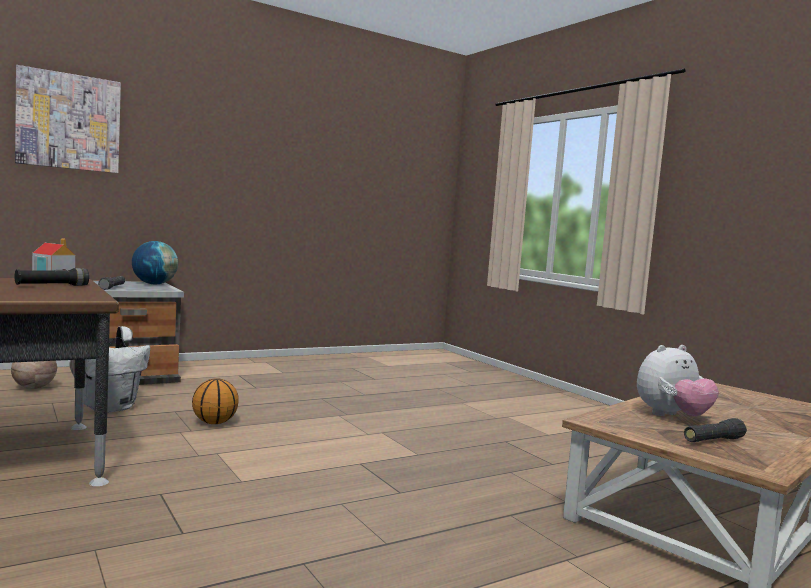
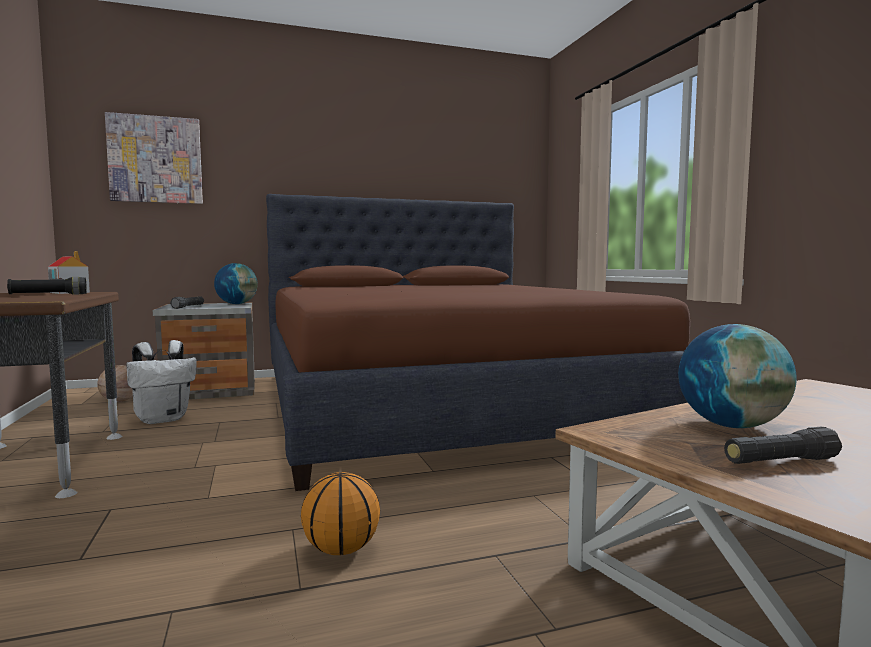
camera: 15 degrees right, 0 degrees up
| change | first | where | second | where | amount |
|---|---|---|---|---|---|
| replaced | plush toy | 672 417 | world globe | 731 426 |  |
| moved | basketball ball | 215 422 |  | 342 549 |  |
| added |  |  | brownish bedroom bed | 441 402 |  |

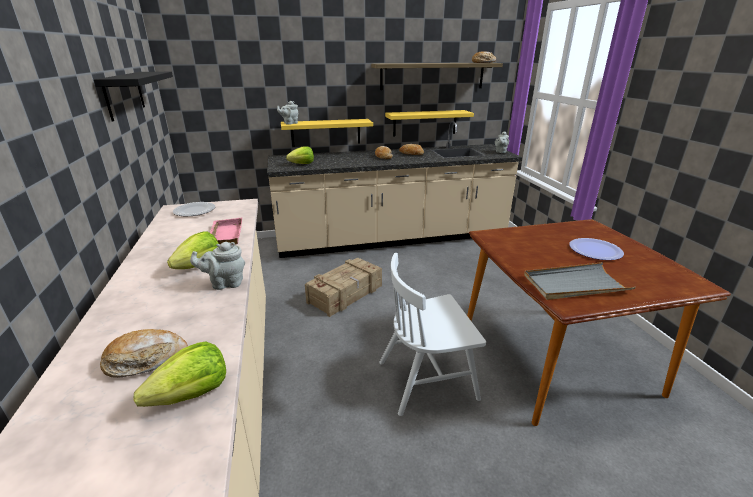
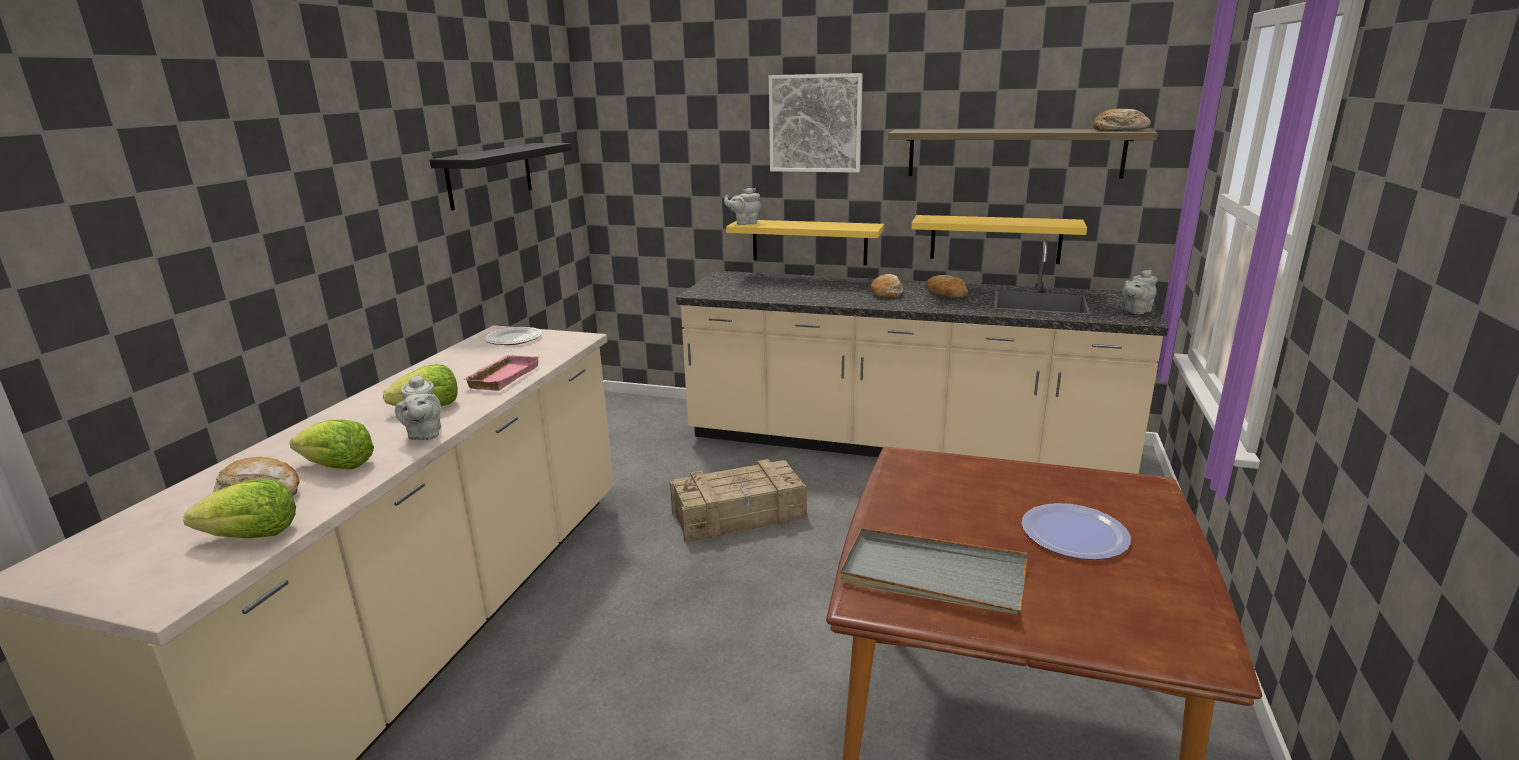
camera: 30 degrees right, 5 degrees down
| change | first | where | second | where | amount |
|---|---|---|---|---|---|
| moved | lettuce head | 302 164 |  | 338 466 |  |
| turned | greyish pot for tea | 225 283 |  | 424 434 | 120 degrees counterclockwise |
| removed | white upright chair | 427 379 |  |  |  |
| added |  |  | wall picture | 815 123 |  |

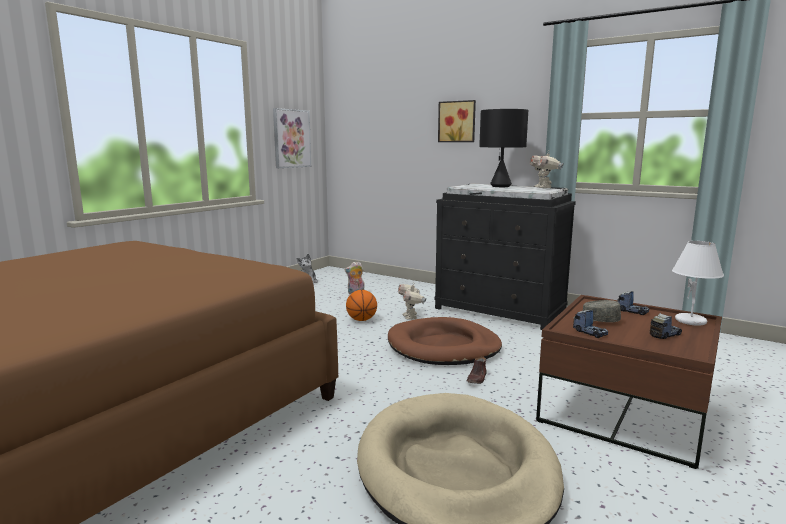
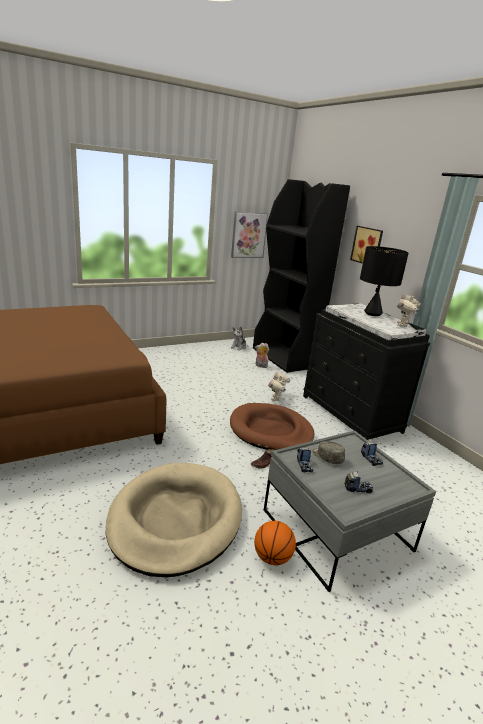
camera: 25 degrees right, 10 degrees up
| change | first | where | second | where | amount |
|---|---|---|---|---|---|
| removed | white lamp for a table | 691 321 |  |  |  |
| moved | basketball ball | 361 320 |  | 272 557 |  |
| recoloured | brownish coffee table | 625 411 | greyish coffee table | 336 530 |  |
| added |  |  | blackish bookshelf | 284 358 |  |

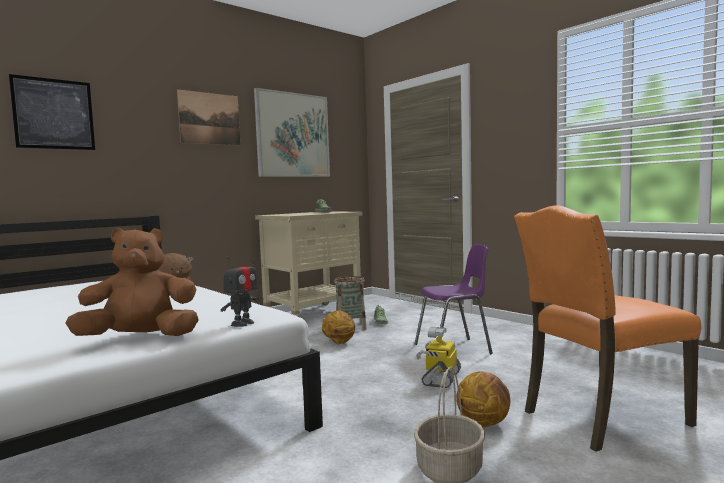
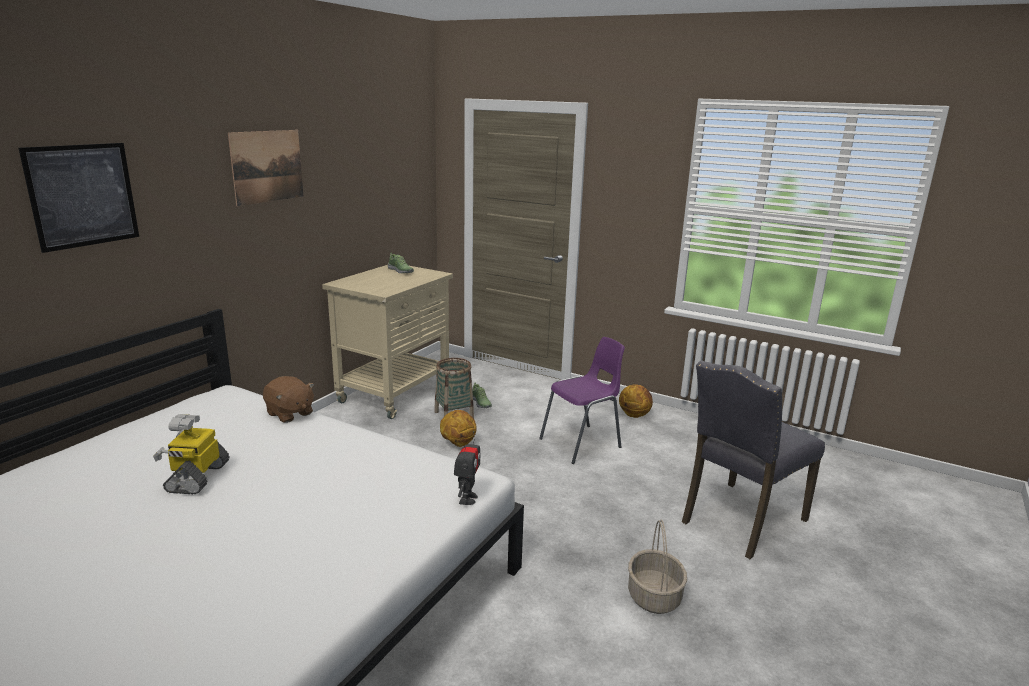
camera: 20 degrees left, 15 degrees up
| change | first | where | second | where | amount |
|---|---|---|---|---|---|
| removed | wall picture | 293 135 |  |  |  |
| recoloured | orange upright chair | 600 417 | greyish upright chair | 740 521 |  |
| removed | brownish plush toy | 141 338 |  |  |  |
| moved | model robot | 440 378 |  | 197 477 |  |
| moved | basketball ball | 484 423 |  | 634 415 |  |

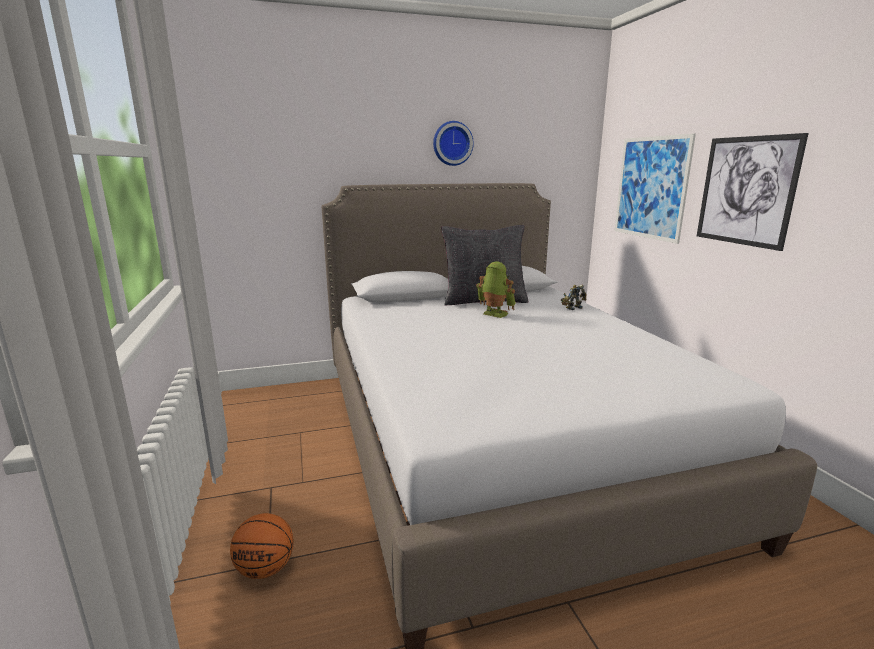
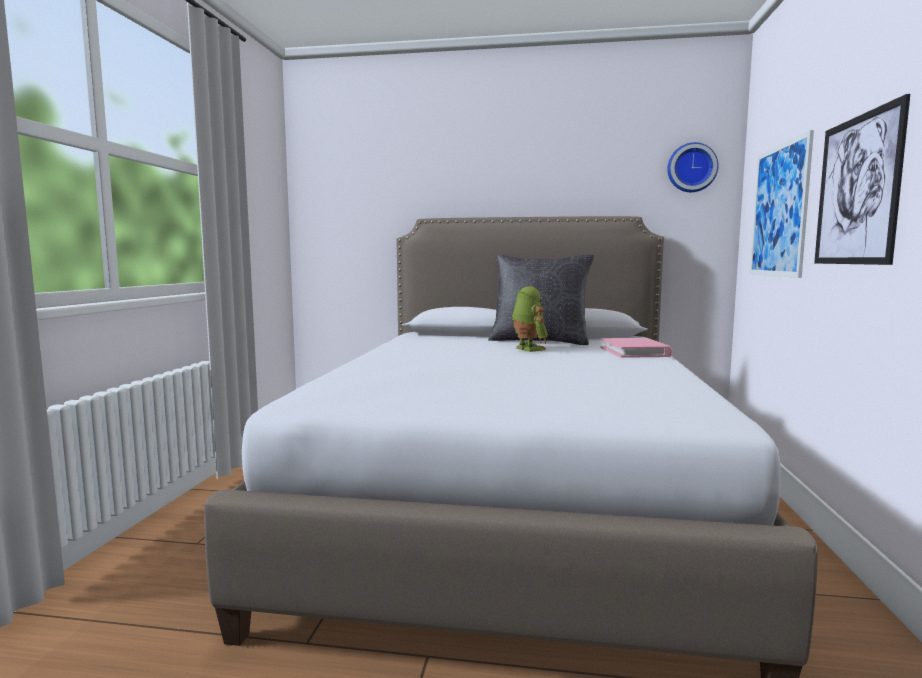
camera: 25 degrees right, 10 degrees down
| change | first | where | second | where | amount |
|---|---|---|---|---|---|
| moved | wall clock | 452 143 |  | 691 168 |  |
| replaced | model robot | 572 307 | pink volume | 634 352 |  |
| removed | basketball ball | 265 568 |  |  |  |

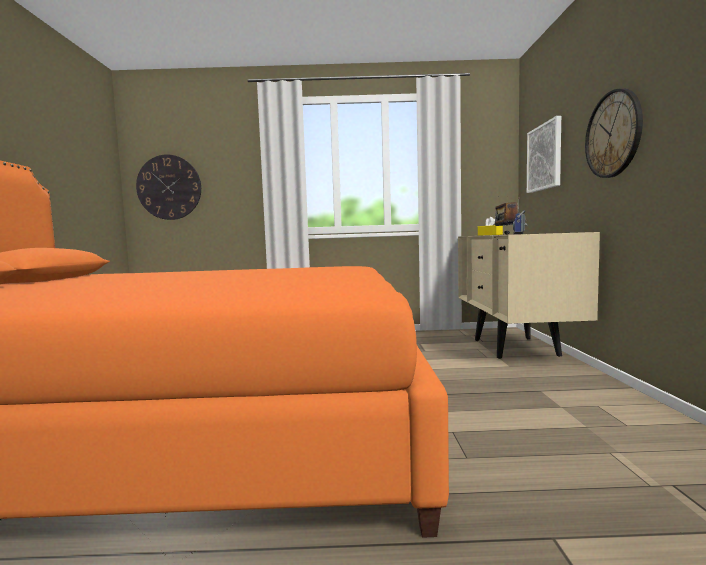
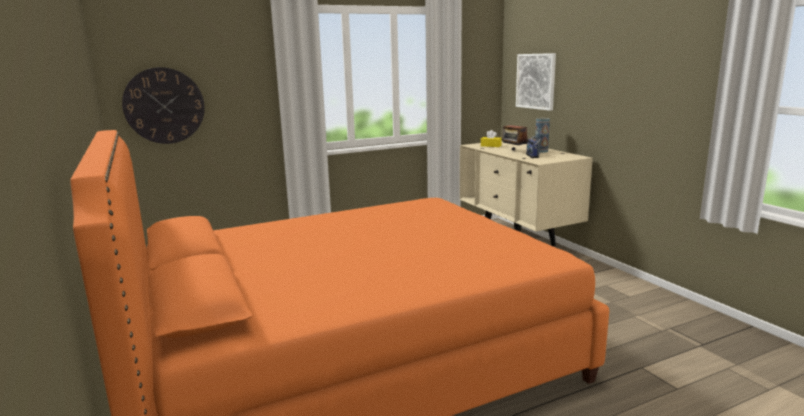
camera: 25 degrees left, 10 degrees up
| change | first | where | second | where | amount |
|---|---|---|---|---|---|
| removed | wall clock | 613 134 |  |  |  |
| added |  |  | vase | 541 151 |  |

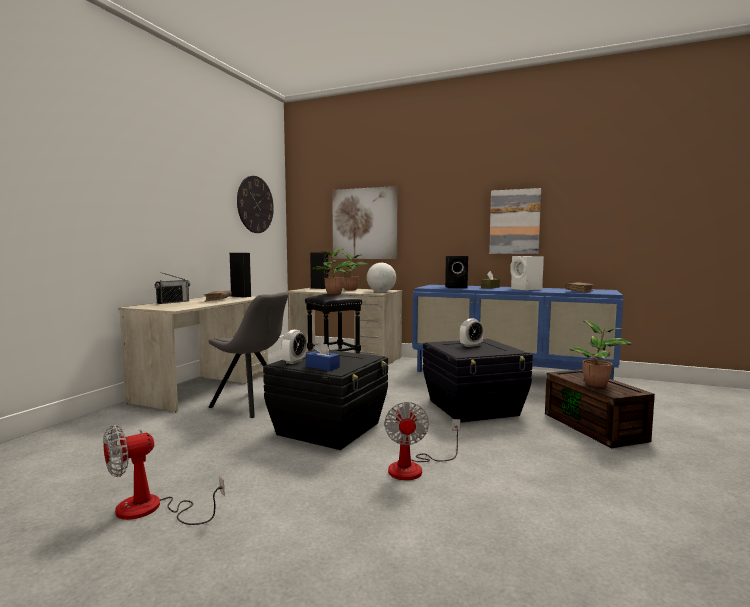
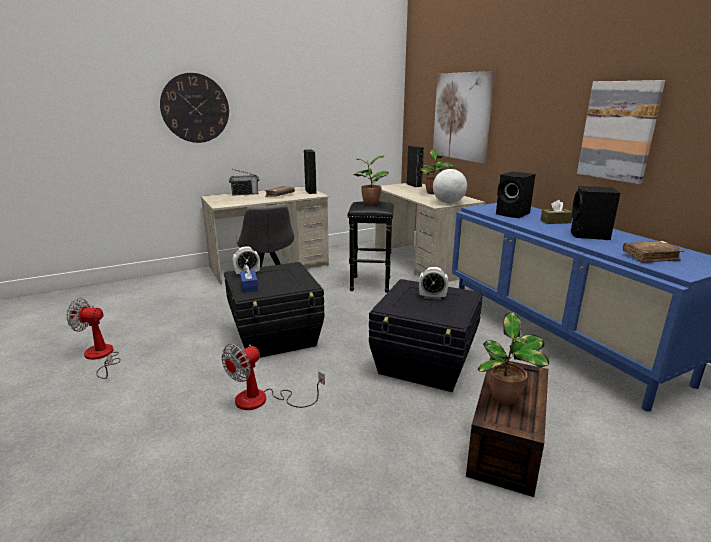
camera: 40 degrees right, 15 degrees up
| change | first | where | second | where | amount |
|---|---|---|---|---|---|
| moved | wall clock | 255 204 |  | 195 108 |  |
| recoloured | white loudspeaker | 526 289 | blackish loudspeaker | 589 235 |  |

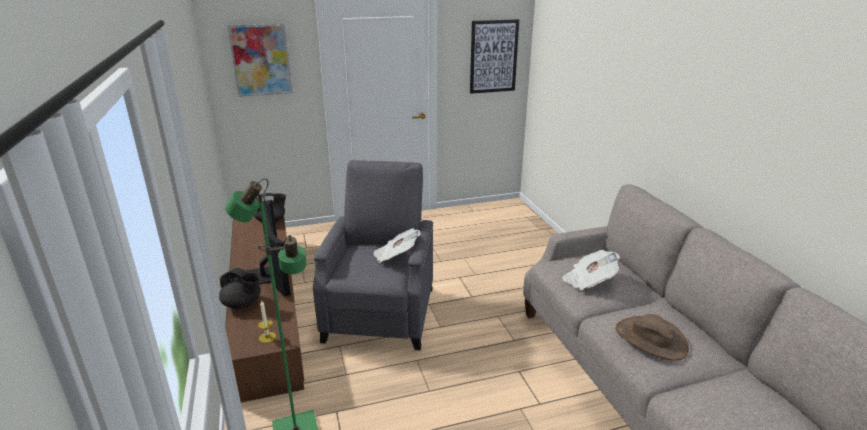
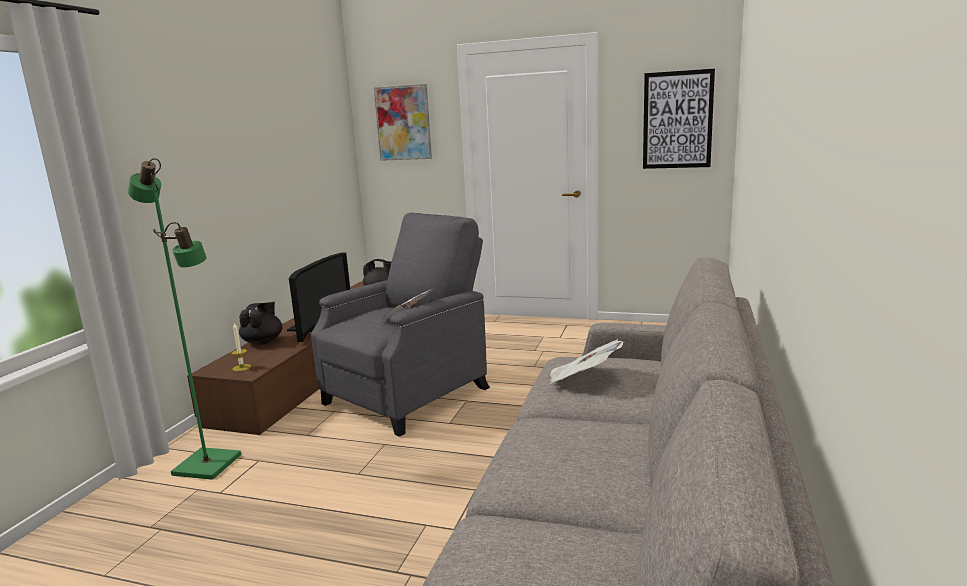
camera: 35 degrees right, 10 degrees down
| change | first | where | second | where | amount |
|---|---|---|---|---|---|
| turned | blackish pot for tea | 242 304 |  | 263 341 | 135 degrees counterclockwise |
| removed | brownish wearable hat | 650 339 |  |  |  |

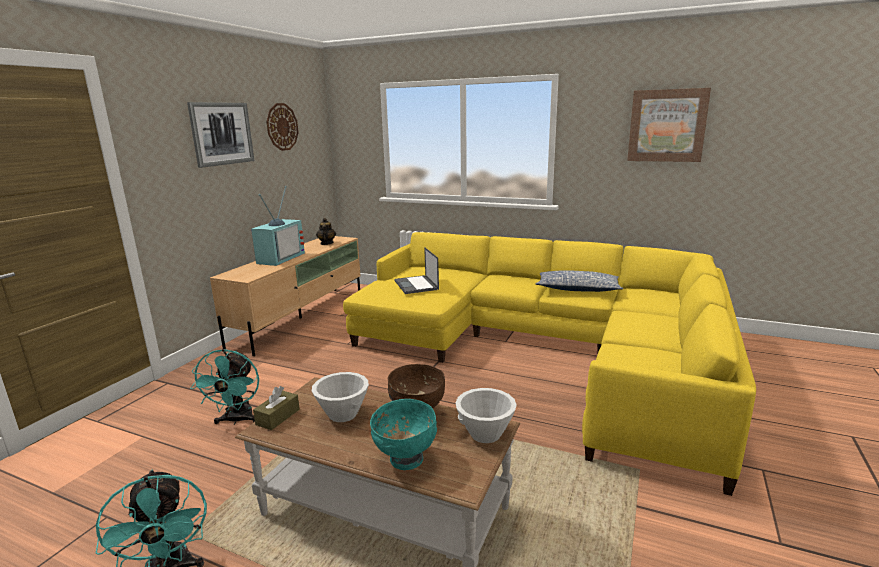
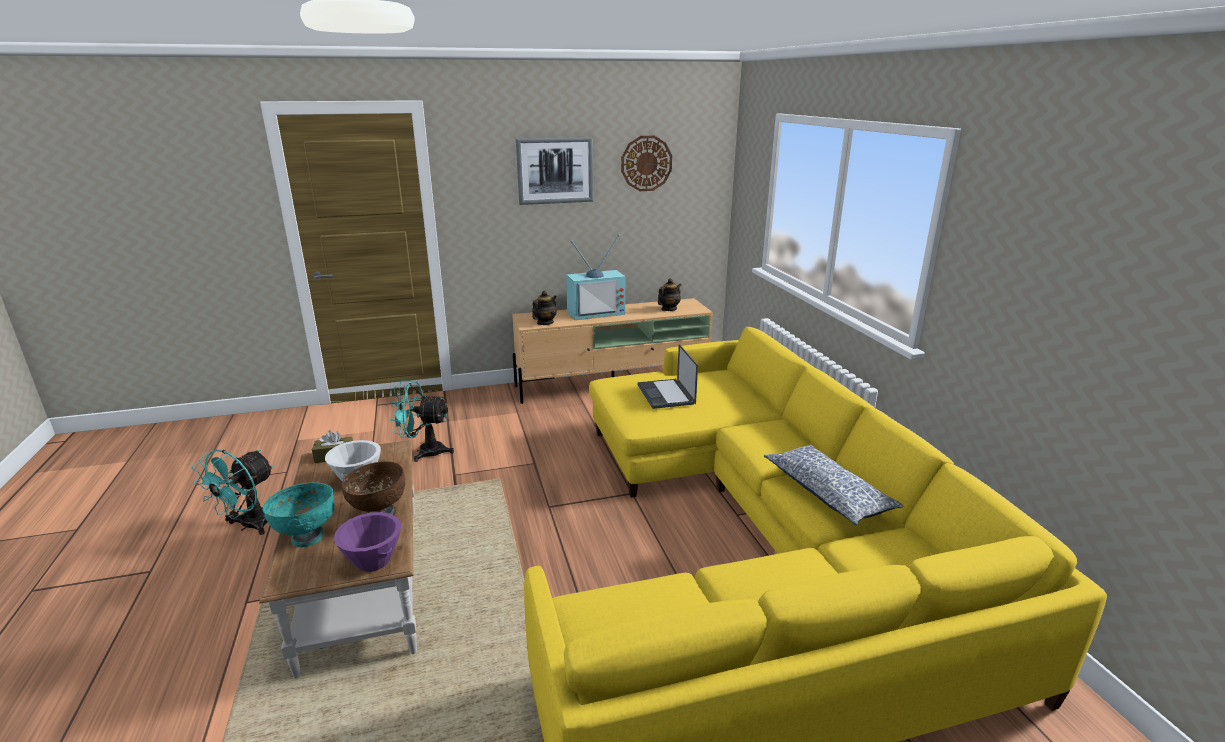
camera: 50 degrees right, 5 degrees up
| change | first | where | second | where | amount |
|---|---|---|---|---|---|
| removed | wall picture | 667 125 |  |  |  |
| turned | notebook computer | 416 285 |  | 666 394 | 45 degrees counterclockwise |
| turned | turquoise electric fan | 237 420 |  | 424 451 | 45 degrees clockwise |
| recoloured | white serving bowl | 485 434 | purple serving bowl | 373 561 |  |
| added |  |  | pot for tea | 545 323 |  |

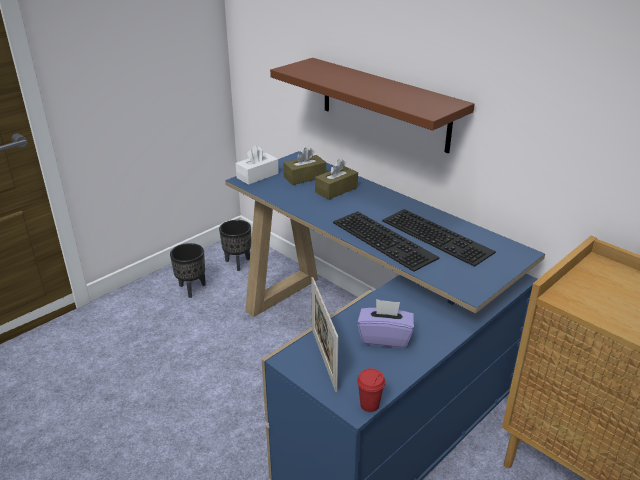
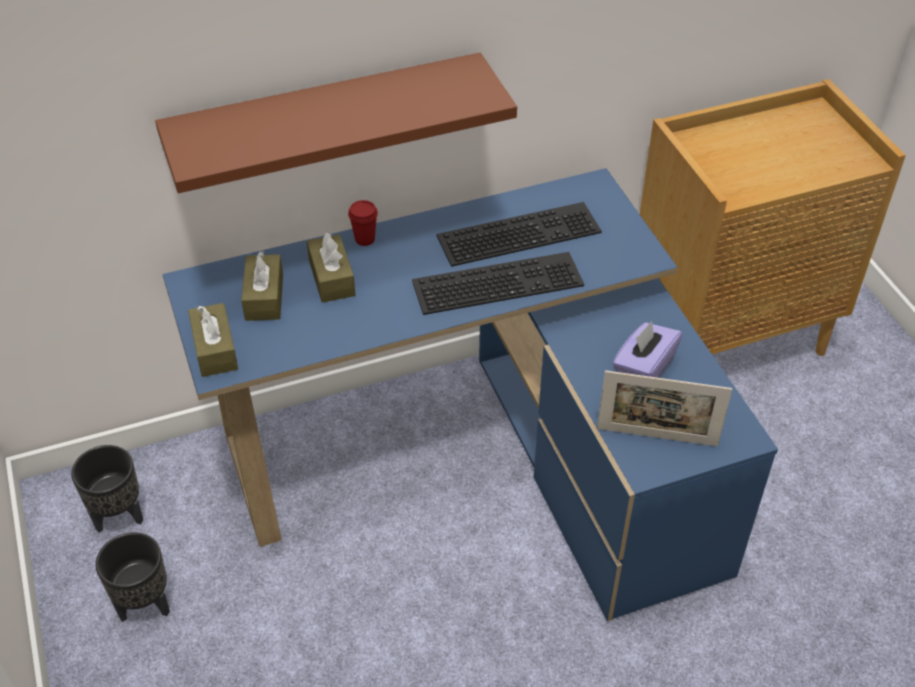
camera: 65 degrees left, 15 degrees up
| change | first | where | second | where | amount |
|---|---|---|---|---|---|
| recoloured | white tissue holder | 257 175 | brownish tissue holder | 215 349 |  |
| moved | reddish cup | 369 405 |  | 365 239 |  |

